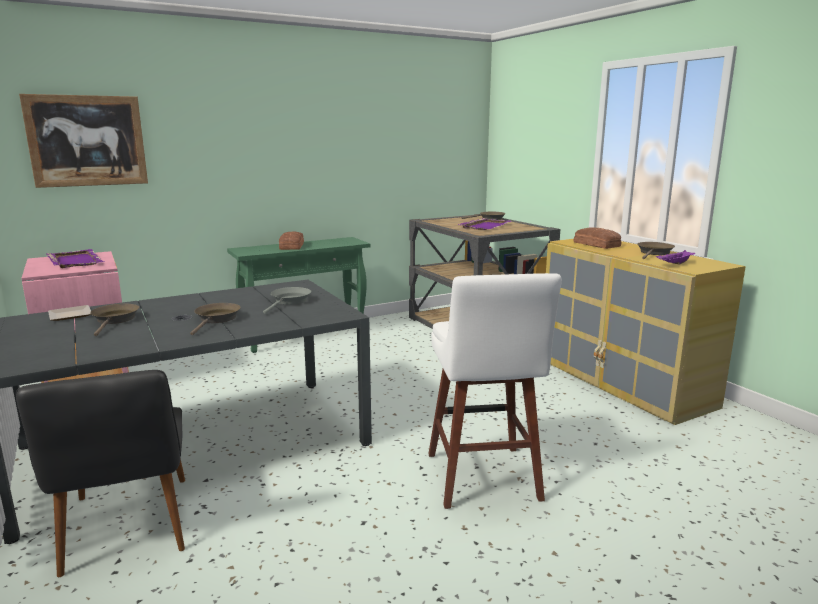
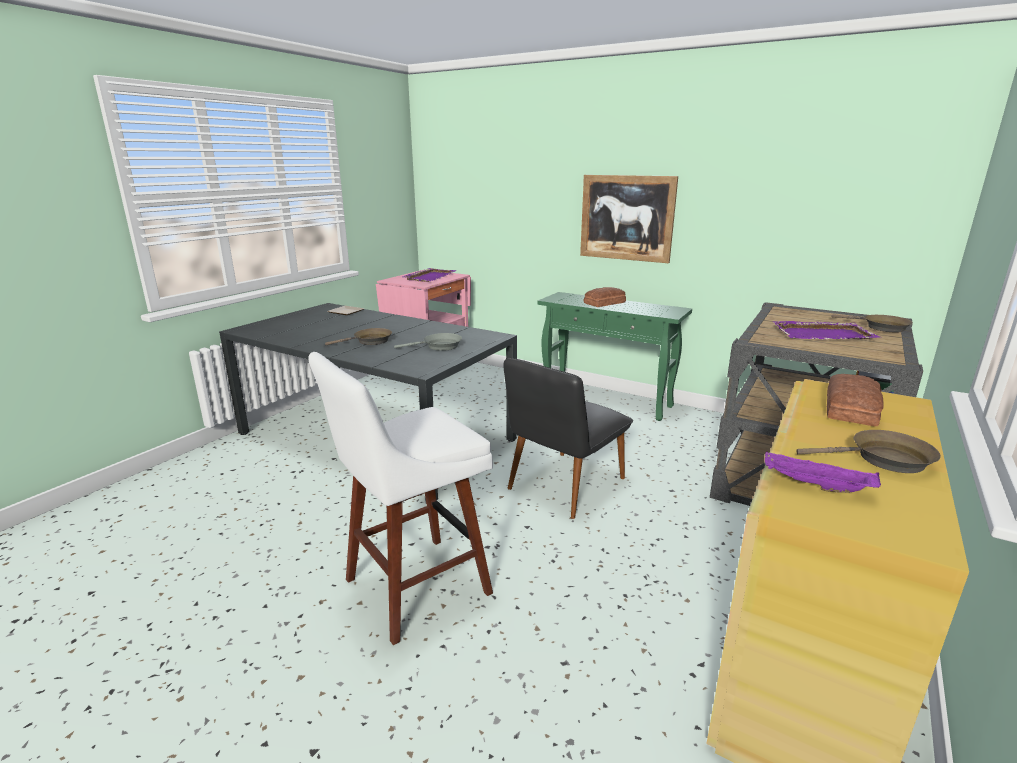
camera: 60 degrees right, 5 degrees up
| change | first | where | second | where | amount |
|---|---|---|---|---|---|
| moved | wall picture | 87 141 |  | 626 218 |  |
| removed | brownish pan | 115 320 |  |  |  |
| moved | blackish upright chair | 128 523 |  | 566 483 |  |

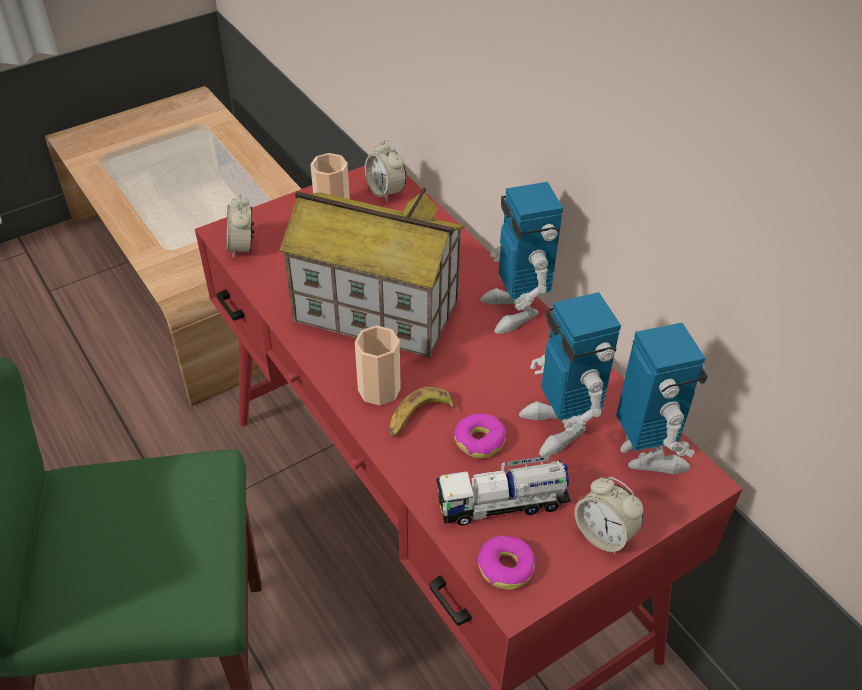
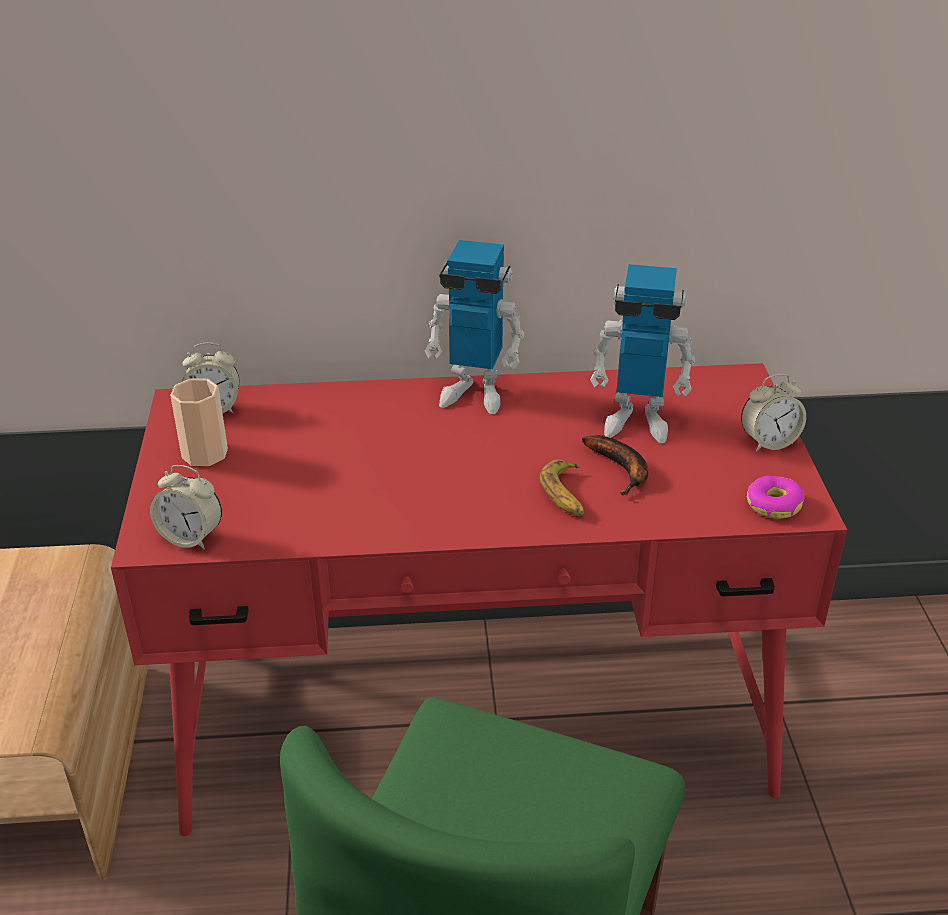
camera: 60 degrees left, 10 degrees down
| change | first | where | second | where | amount |
|---|---|---|---|---|---|
| removed | miniature house | 375 311 |  |  |  |
| removed | model robot | 647 453 |  |  |  |
| removed | cup | 379 389 |  |  |  |
| replaced | doughnut | 480 441 | whole banana | 622 469 |  |
| removed | toy lorry | 502 504 |  |  |  |

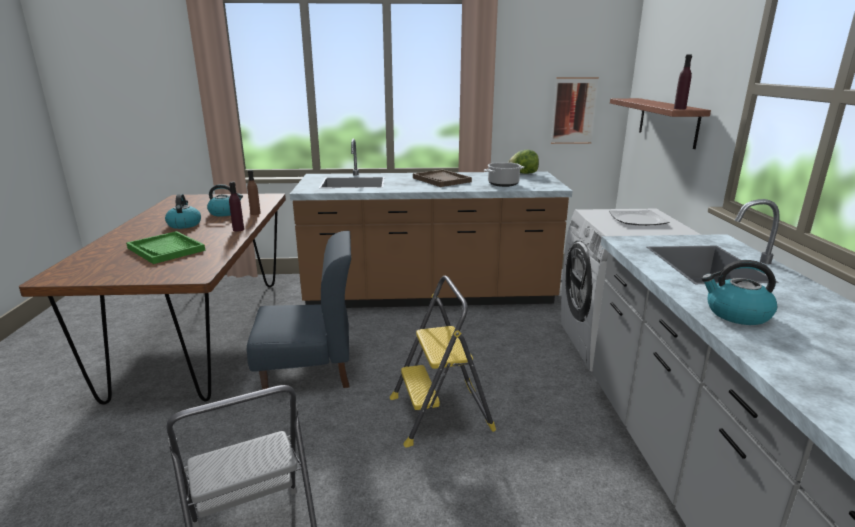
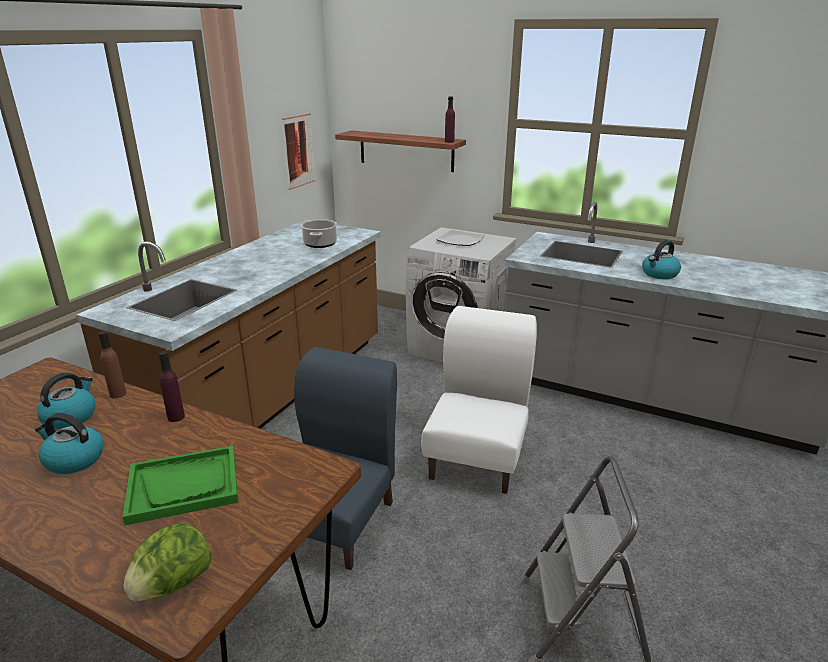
camera: 60 degrees left, 5 degrees up
| change | first | where | second | where | amount |
|---|---|---|---|---|---|
| moved | lettuce head | 523 173 |  | 173 584 |  |
| removed | brownish serving tray | 441 180 |  |  |  |
| replaced | yellow step stool | 445 413 | white upright chair | 477 459 |  |

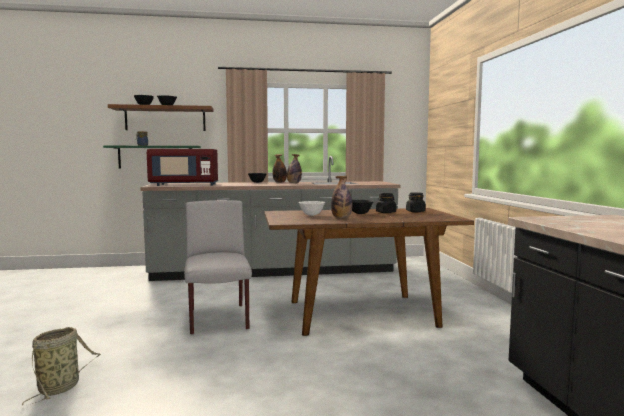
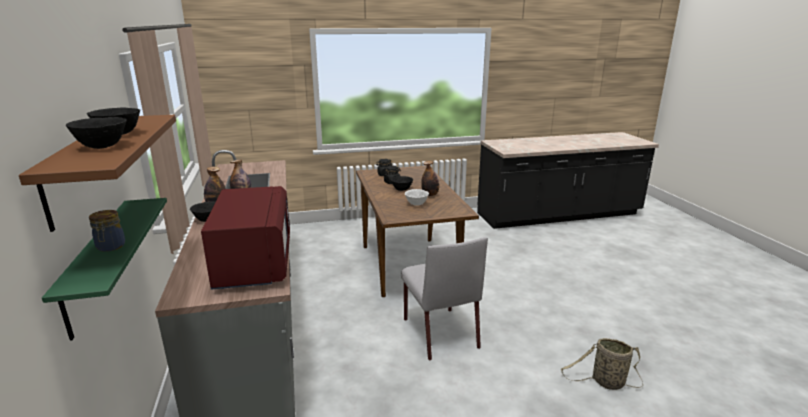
camera: 95 degrees left, 15 degrees up
| change | first | where | second | where | amount |
|---|---|---|---|---|---|
| turned | greyish upright chair | 218 319 |  | 439 332 | 90 degrees counterclockwise |

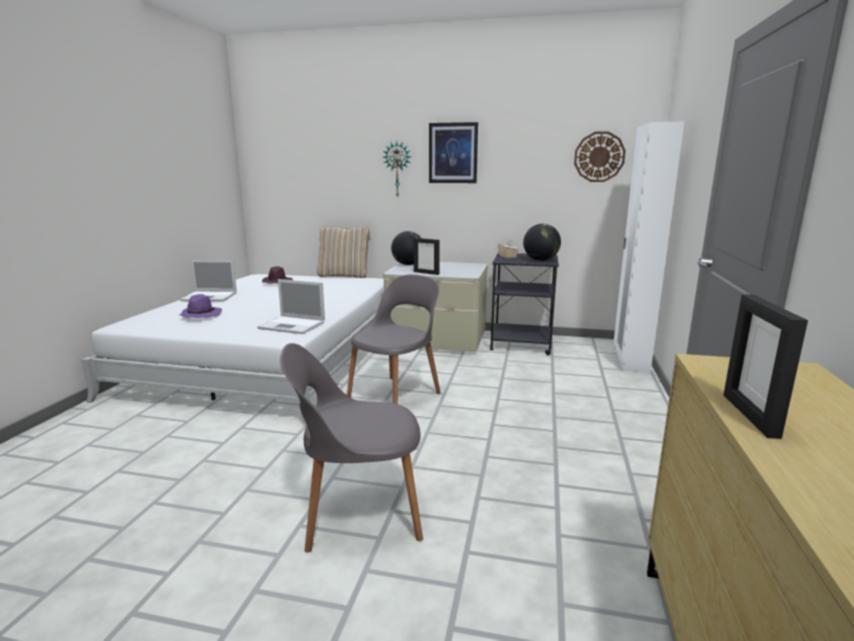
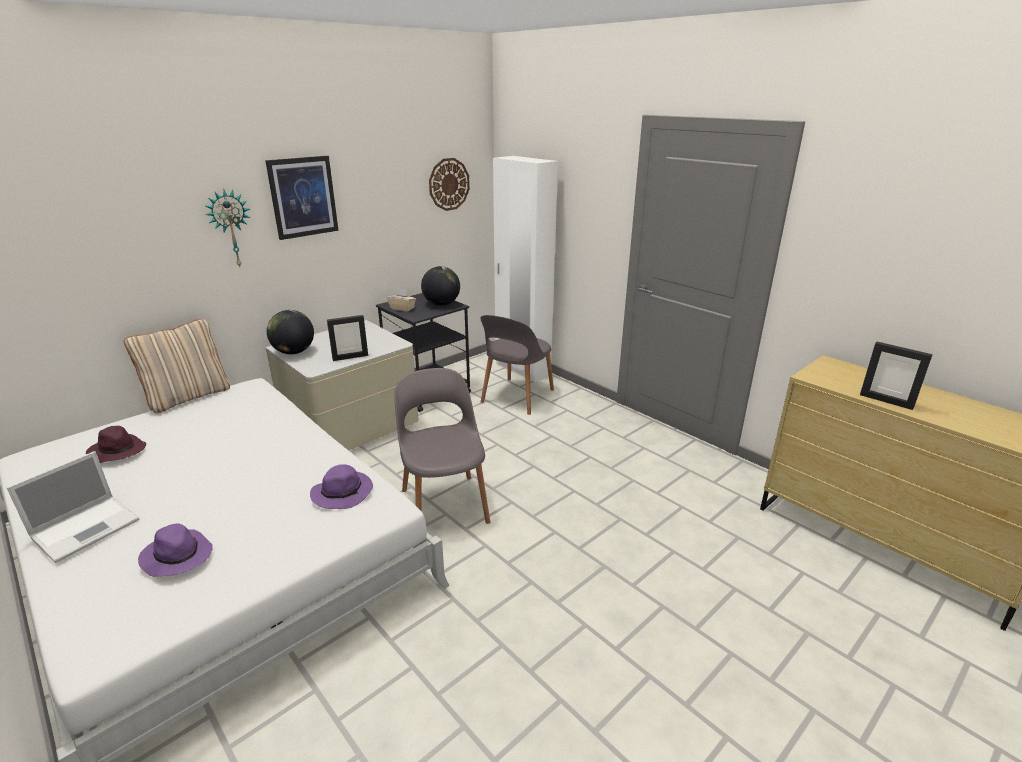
camera: 55 degrees left, 10 degrees up
| change | first | where | second | where | amount |
|---|---|---|---|---|---|
| replaced | notebook computer | 293 325 | purple wearable hat | 343 492 |  |
| moved | greyish upright chair | 359 512 |  | 516 397 |  |

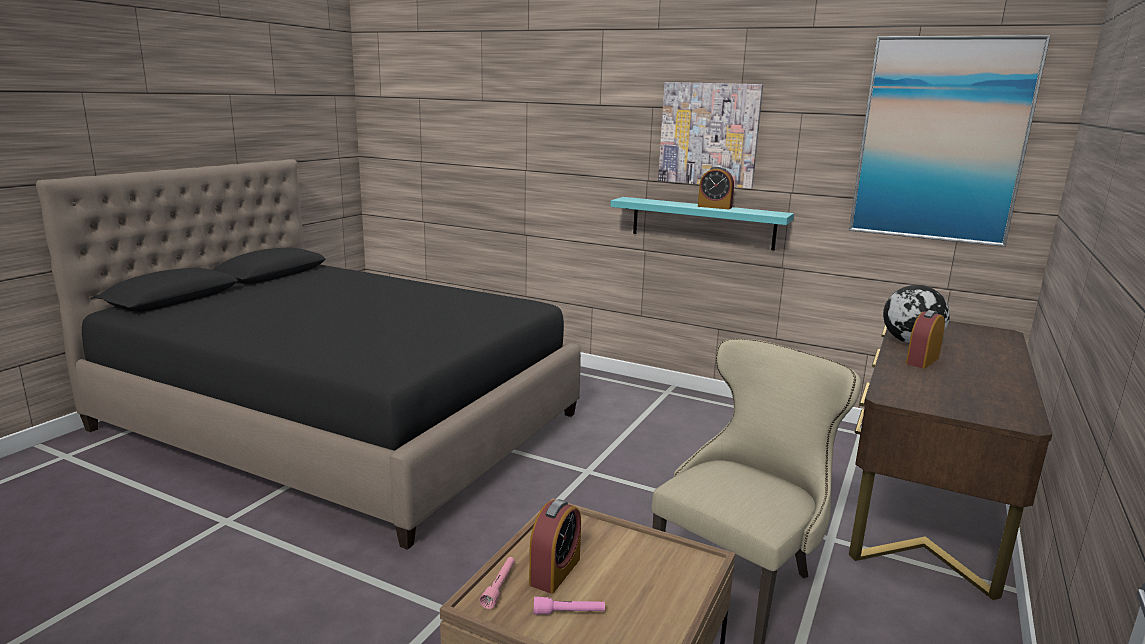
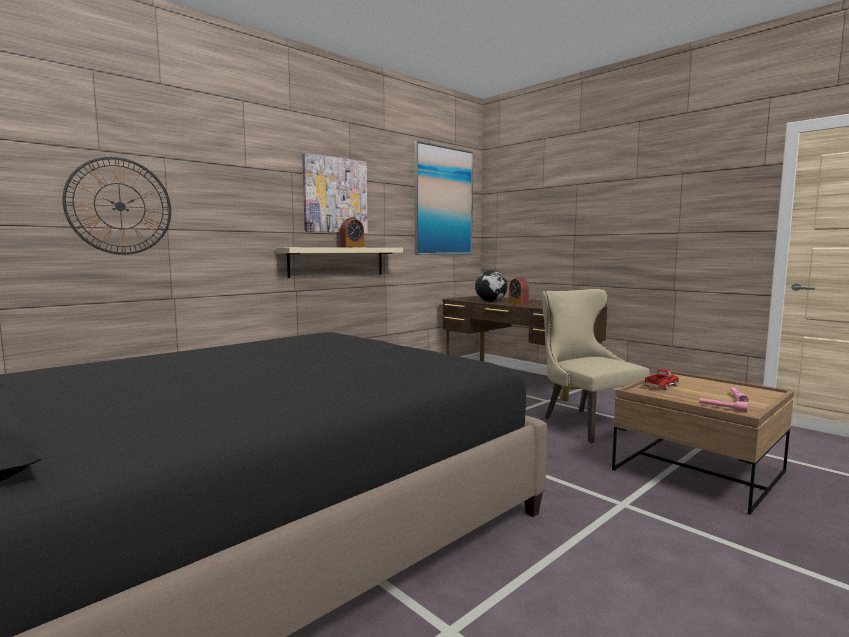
camera: 70 degrees left, 10 degrees down
| change | first | where | second | where | amount |
|---|---|---|---|---|---|
| recoloured | turquoise shelf | 702 223 | beige-coloured shelf | 337 261 |  |
| removed | table clock | 555 571 |  |  |  |
| added |  |  | wall clock | 120 206 |  |
| added |  |  | toy lorry | 661 386 |  |

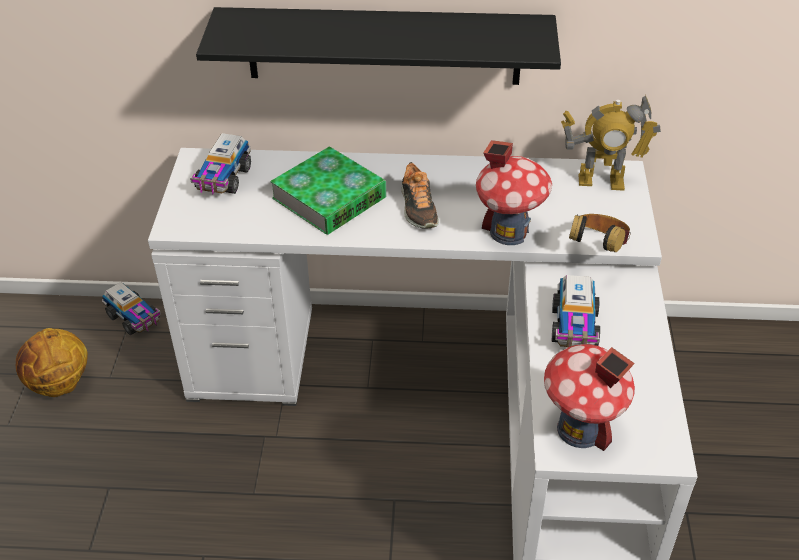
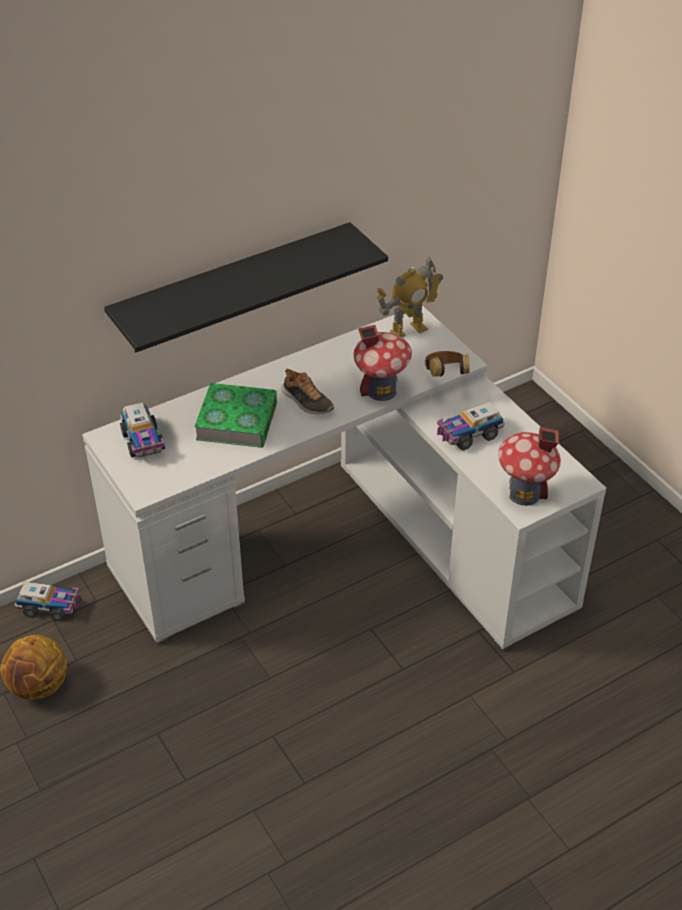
camera: 35 degrees left, 0 degrees up
| change | first | where | second | where | amount |
|---|---|---|---|---|---|
| turned | toy lorry | 574 327 |  | 468 435 | 90 degrees clockwise |

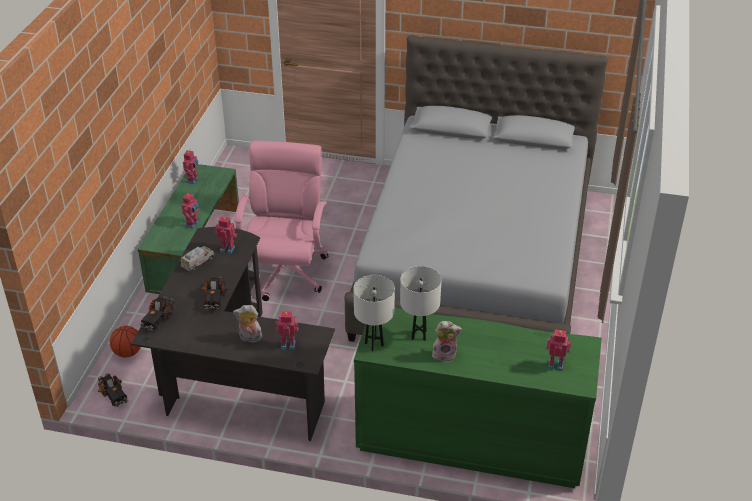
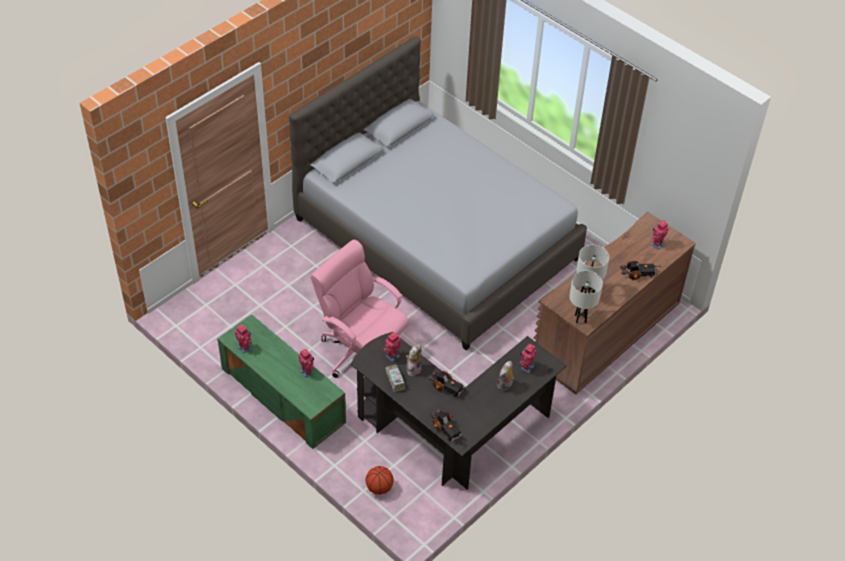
camera: 60 degrees left, 10 degrees up
| change | first | where | second | where | amount |
|---|---|---|---|---|---|
| recoloured | greenish drawer chest | 470 441 | brownish drawer chest | 605 334 |  |
| moved | plush toy | 445 354 |  | 413 368 |  |
| moved | toy lorry | 113 395 |  | 638 274 |  |

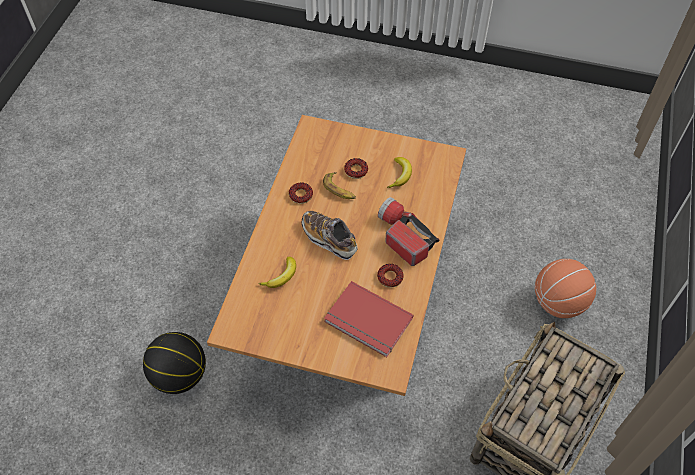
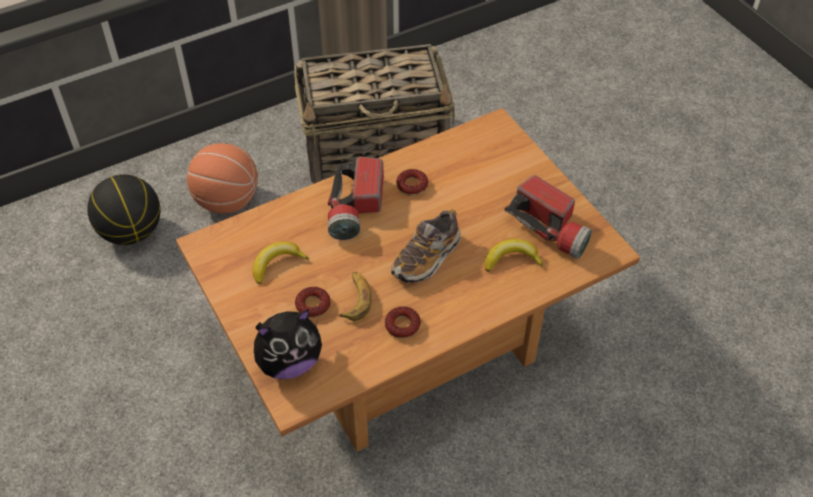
camera: 135 degrees left, 5 degrees down
| change | first | where | second | where | amount |
|---|---|---|---|---|---|
| turned | item of footwear | 329 239 |  | 426 258 | 45 degrees clockwise |
| removed | reddish volume | 367 322 |  |  |  |
| moved | basketball ball | 179 375 |  | 131 232 |  |
| added |  |  | torch | 550 228 |  |
| added |  |  | plush toy | 289 363 |  |

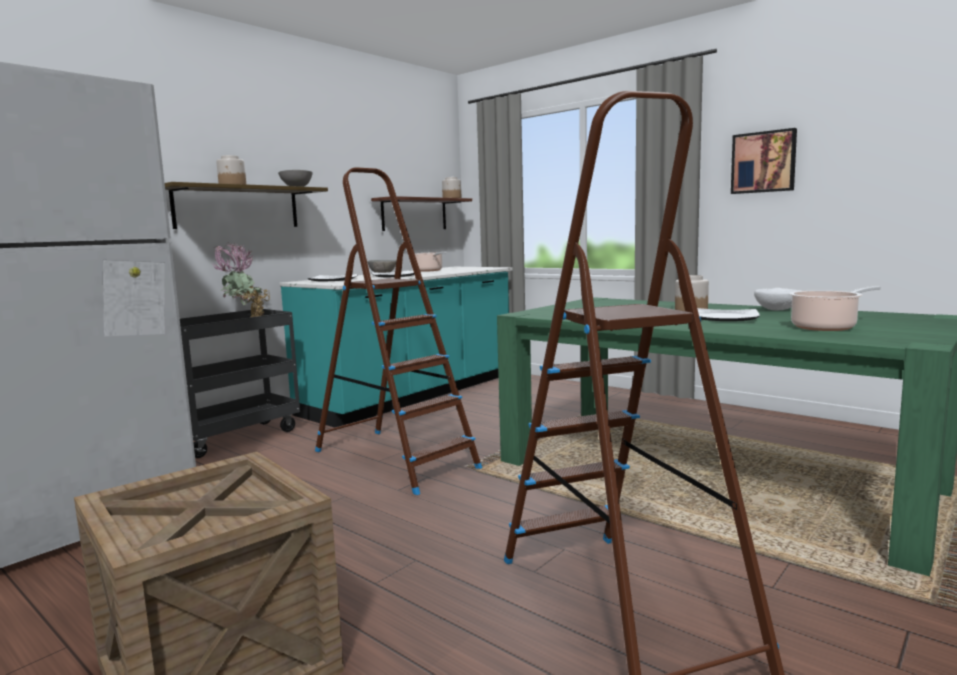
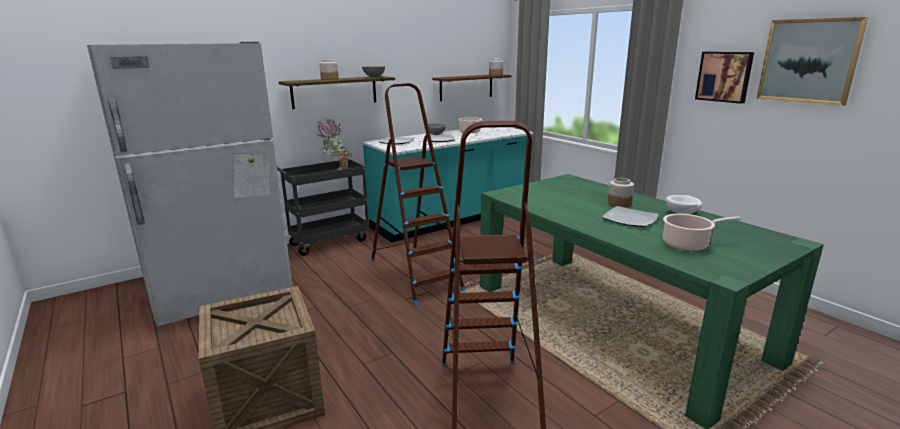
camera: 15 degrees right, 10 degrees up
| change | first | where | second | where | amount |
|---|---|---|---|---|---|
| added |  |  | wall picture | 809 61 |  |

